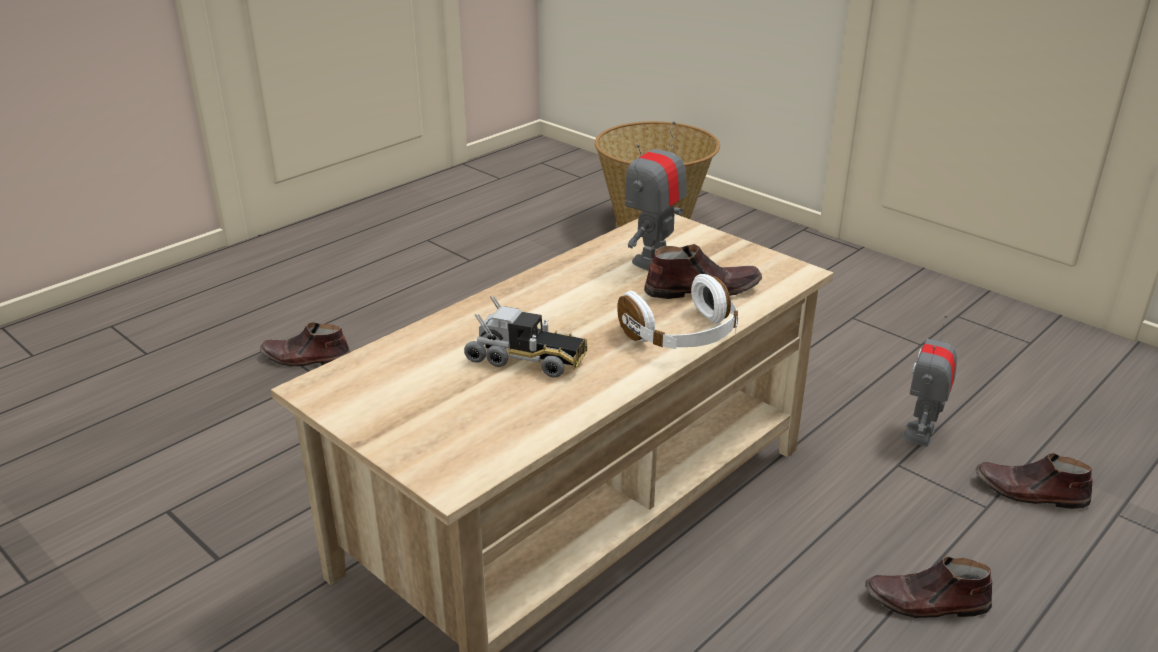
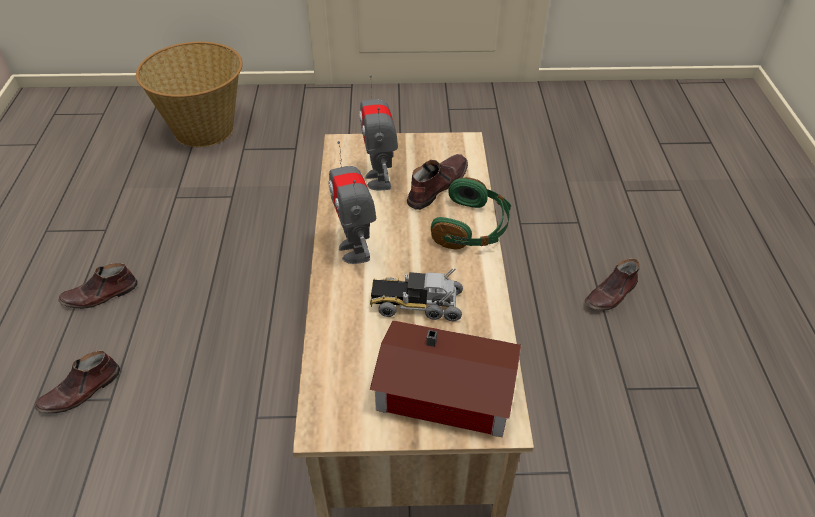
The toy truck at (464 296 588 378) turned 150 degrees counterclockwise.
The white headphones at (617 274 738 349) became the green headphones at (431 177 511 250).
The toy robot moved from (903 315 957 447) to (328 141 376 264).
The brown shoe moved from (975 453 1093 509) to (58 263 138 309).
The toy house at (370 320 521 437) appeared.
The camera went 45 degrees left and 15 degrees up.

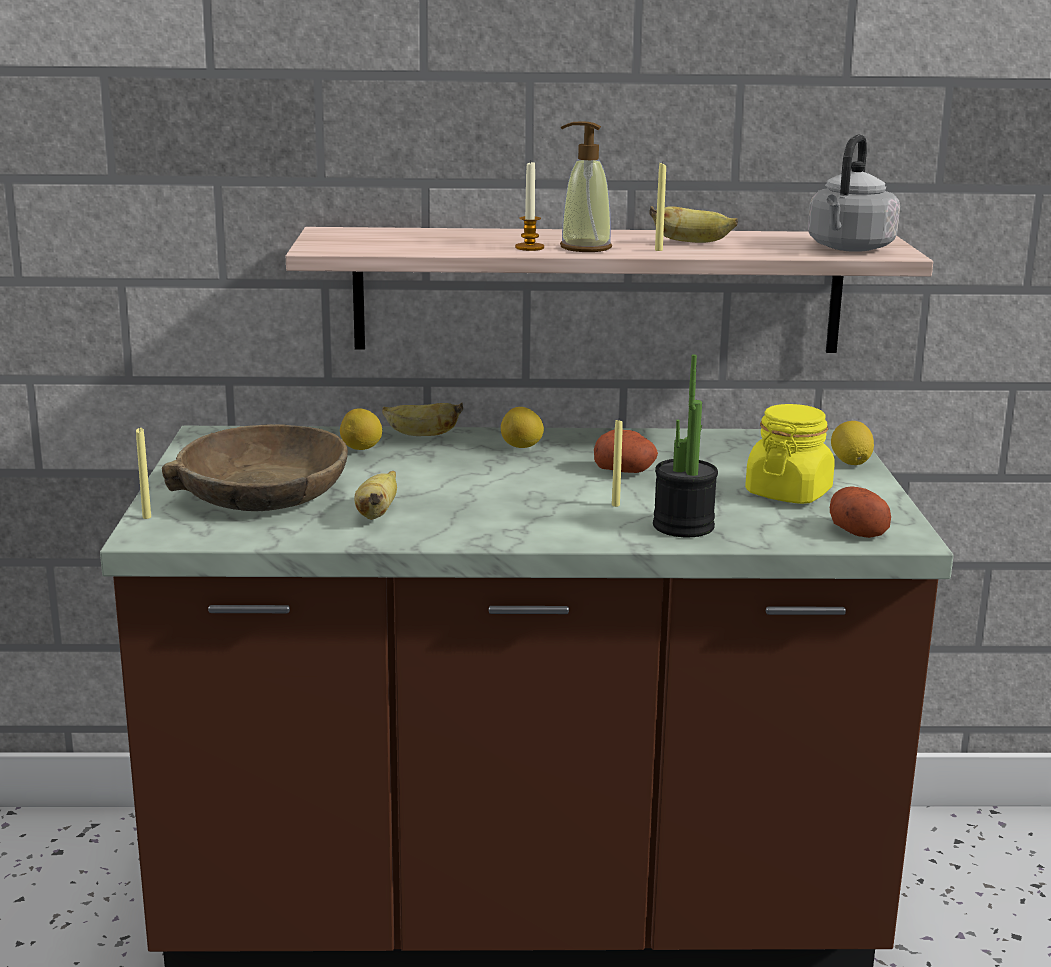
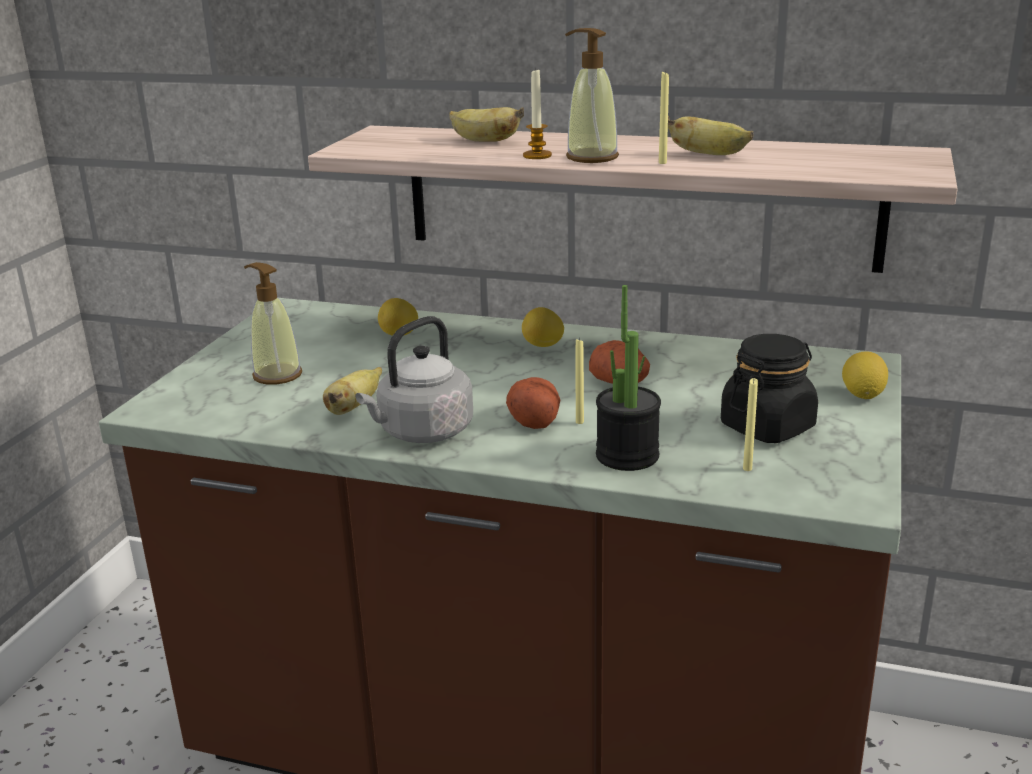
The yellow candle moved from (136 427 151 519) to (743 378 758 471).
The brown bowl at (162 424 348 511) was replaced by the soap dispenser at (244 262 302 385).
The banana moved from (382 403 463 436) to (449 107 524 142).
The yellow jar at (745 404 835 504) became the black jar at (721 334 818 443).
The grey kettle moved from (808 135 900 252) to (355 316 473 443).
The potato moved from (830 486 891 538) to (506 377 560 429).
The camera went 20 degrees right and 5 degrees up.

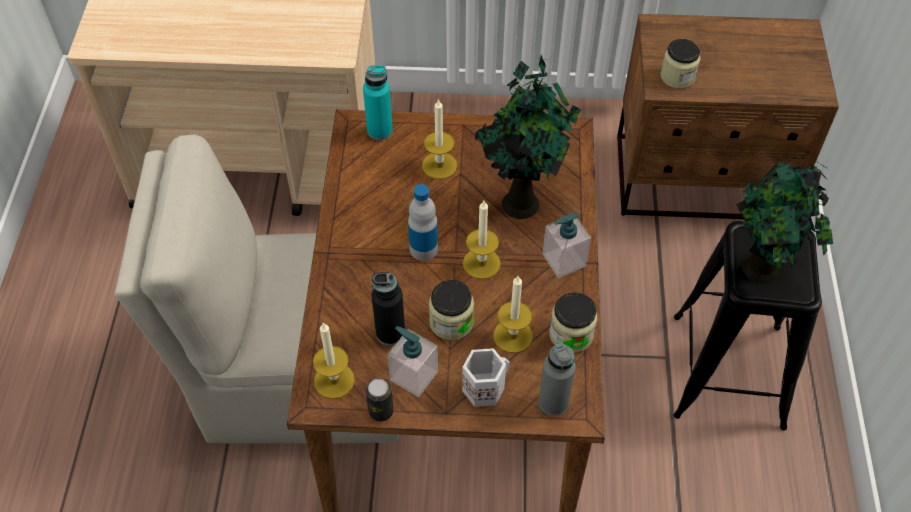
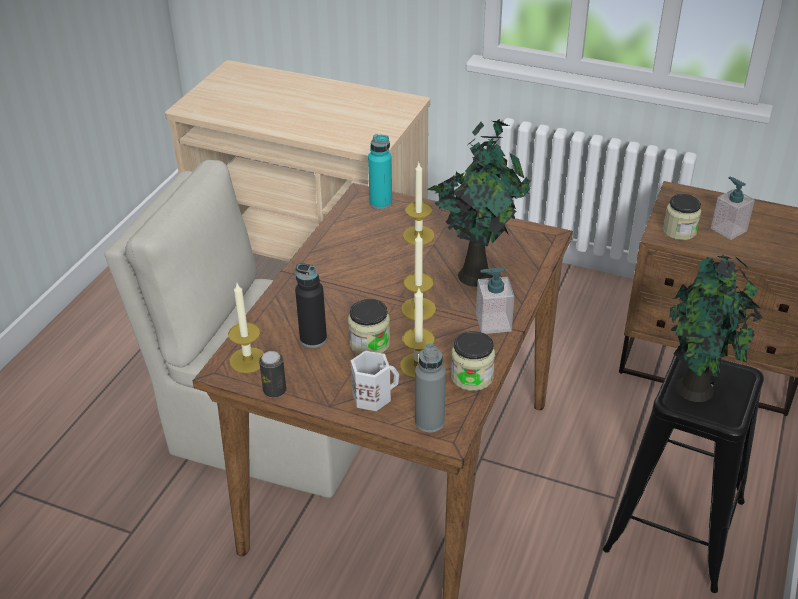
The soap dispenser moved from (387 326 438 397) to (711 177 755 240).
The bottle at (408 184 438 261) disappeared.
The camera went 20 degrees right and 15 degrees down.

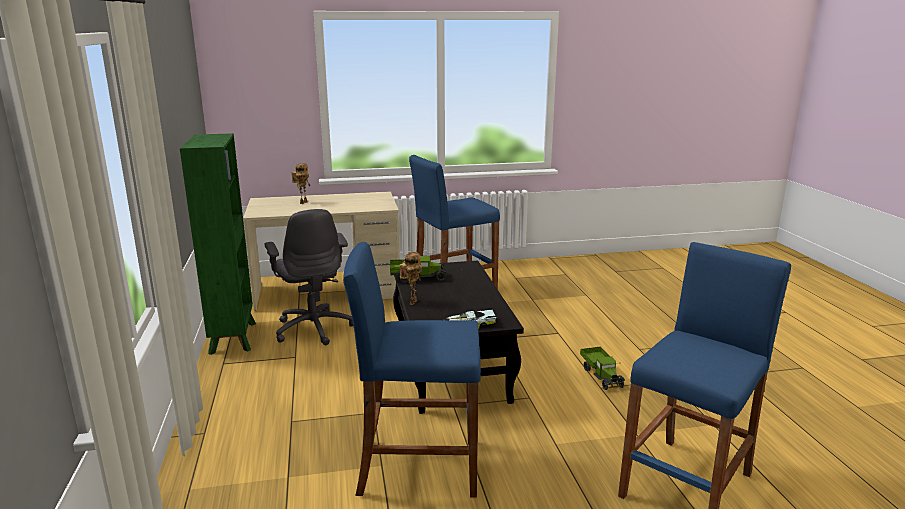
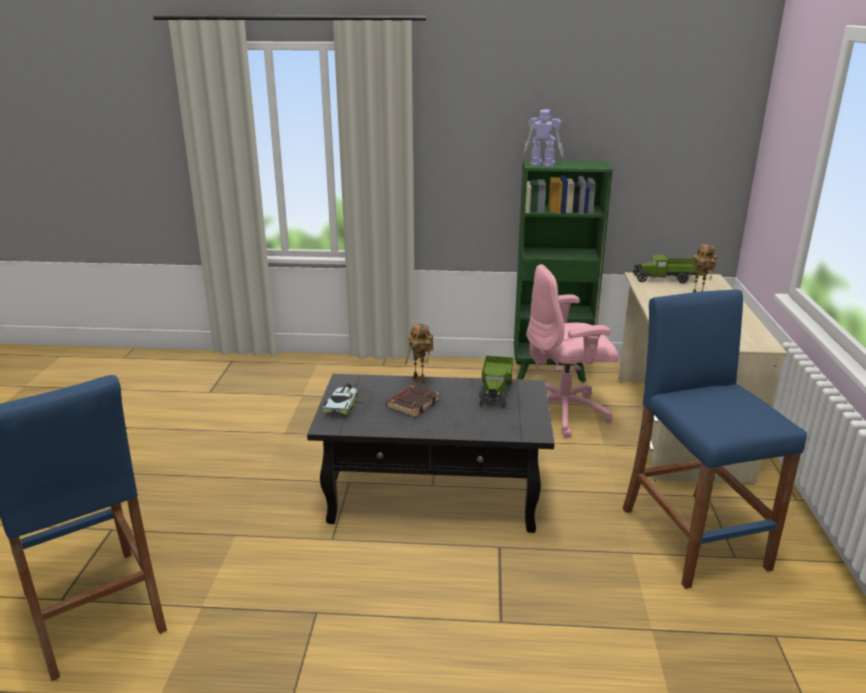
The grey office chair at (264 209 353 345) became the pink office chair at (526 264 619 438).
The blue stool at (343 242 481 497) disappeared.
The toy truck moved from (580 346 625 390) to (632 255 697 283).
The brown book at (386 385 440 417) appeared.
The toy robot at (523 109 564 167) appeared.
The camera went 105 degrees right and 5 degrees up.

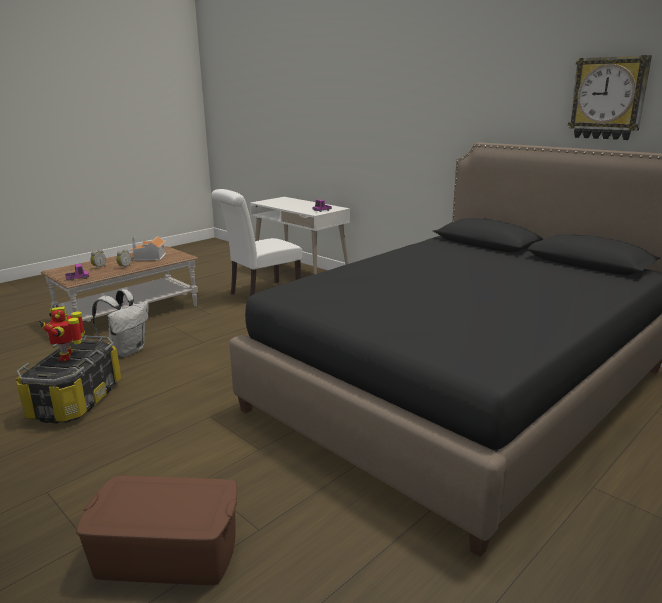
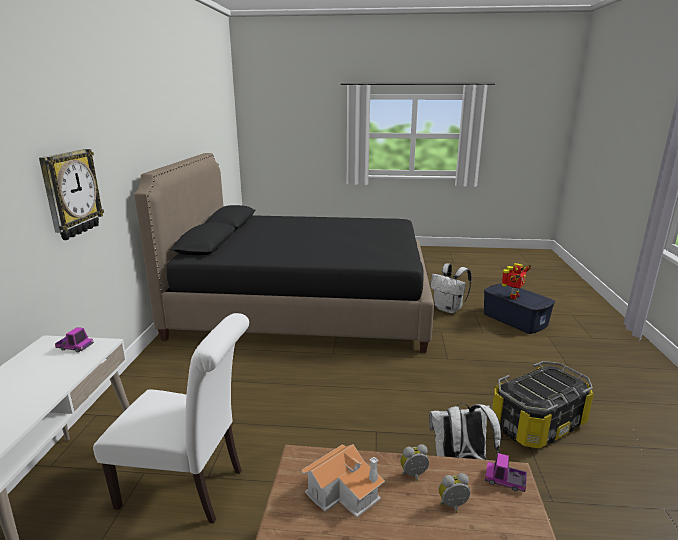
The toy robot moved from (39 305 85 361) to (501 263 531 300).
The brown storage box at (76 476 237 585) became the blue storage box at (484 283 555 334).
The wall clock moved from (568 55 652 140) to (39 149 104 240).
The white backpack at (430 263 472 313) appeared.
The camera went 130 degrees left and 0 degrees up.

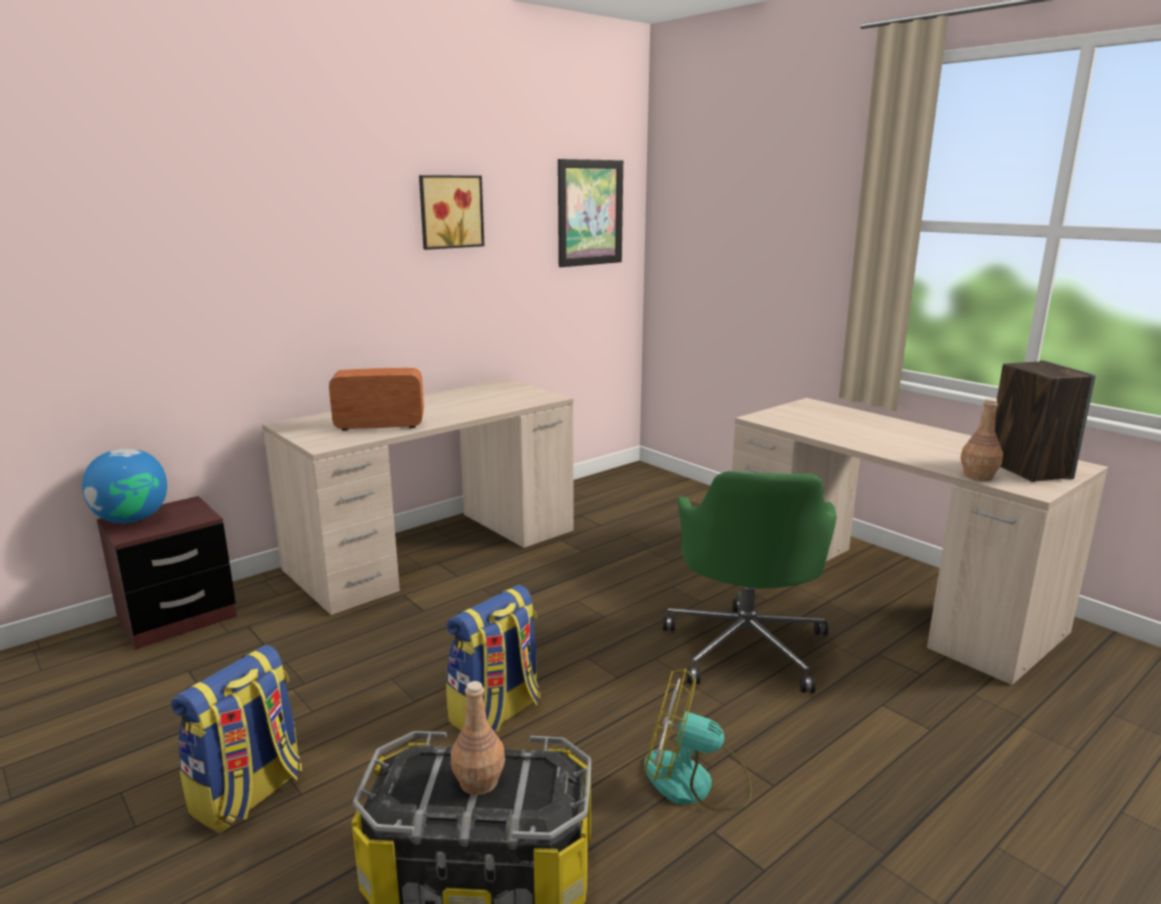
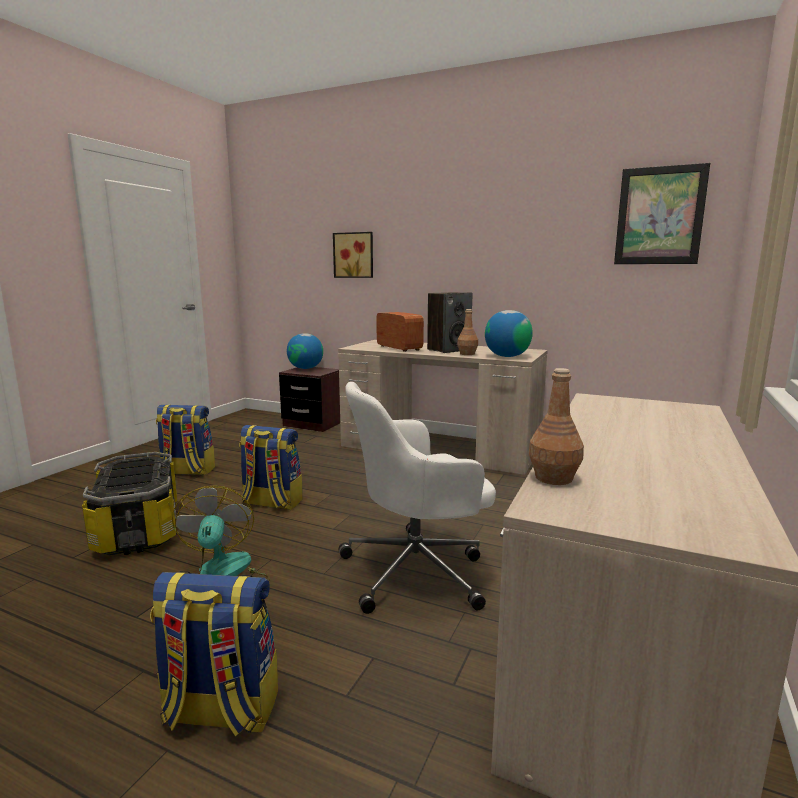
The picture moved from (419 175 484 250) to (333 232 373 278).
The brown bottle moved from (451 681 505 795) to (457 309 478 355).
The green office chair at (663 471 837 693) became the white office chair at (338 382 496 614).
The speaker moved from (995 361 1096 482) to (427 292 472 353).
The backpack at (150 571 278 736) appeared.
The globe at (485 310 533 357) appeared.
The camera went 65 degrees right and 5 degrees down.

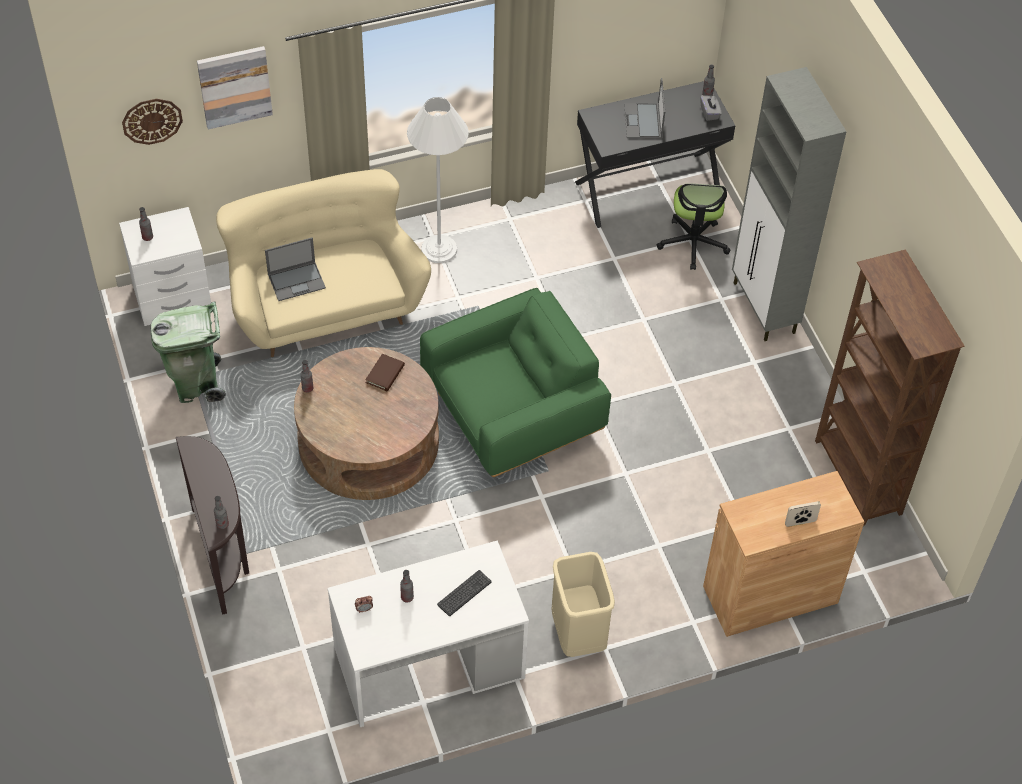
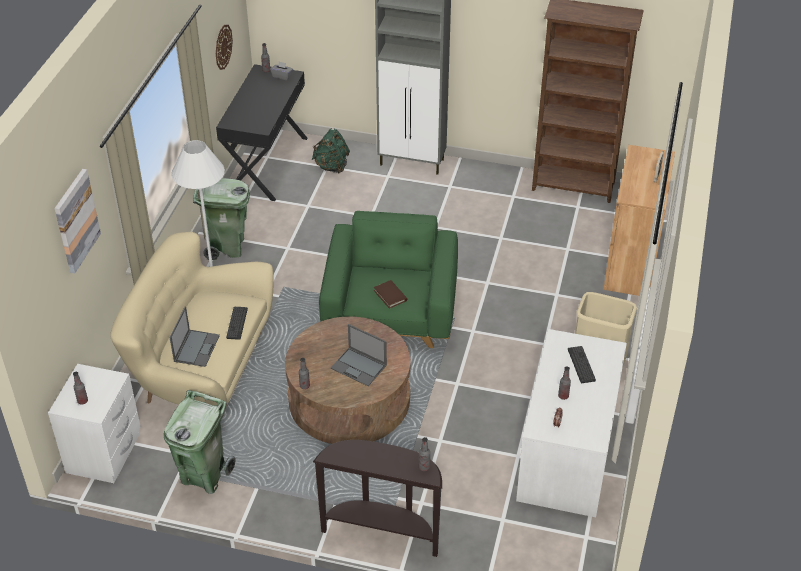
The wall clock moved from (122 99 183 145) to (216 25 233 70).
The brown book moved from (365 354 405 391) to (374 280 407 309).
The laptop moved from (624 78 665 138) to (331 324 387 386).
The office chair at (657 183 731 270) was replaced by the green backpack at (312 128 350 174).
The green trash can at (193 178 250 260) appeared.
The keyboard at (226 307 248 340) appeared.
The camera went 55 degrees left and 10 degrees down.

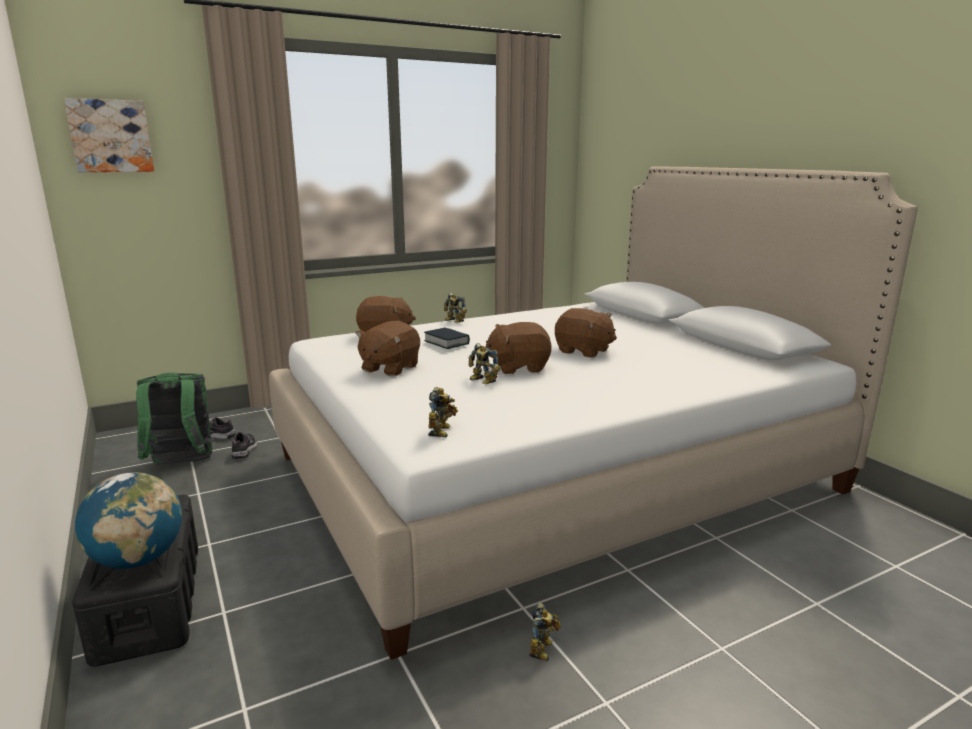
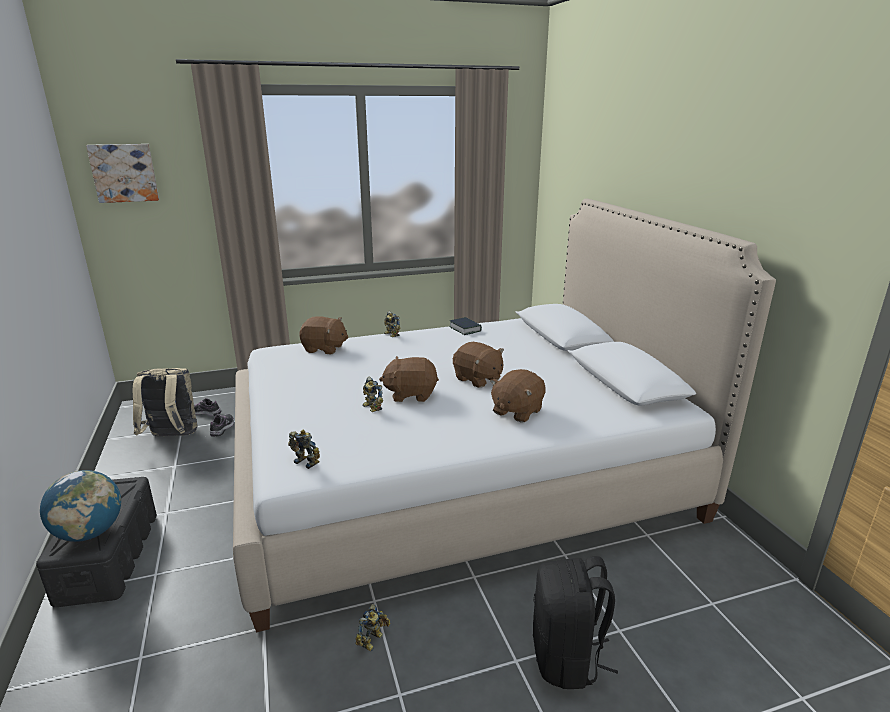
The green backpack at (136 373 215 464) became the beige backpack at (133 368 197 436).
The brown plush toy moved from (355 321 420 376) to (490 369 546 422).
The book moved from (424 328 470 349) to (449 317 482 335).
The toy robot at (428 387 458 437) turned 75 degrees counterclockwise.
The black backpack at (533 556 618 689) appeared.
The camera went 10 degrees right and 5 degrees up.

